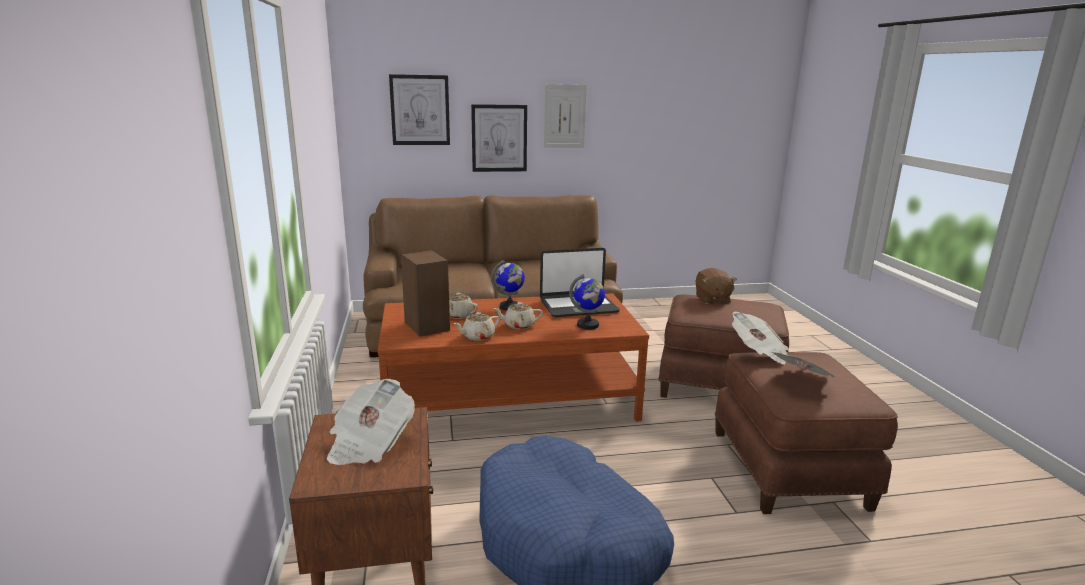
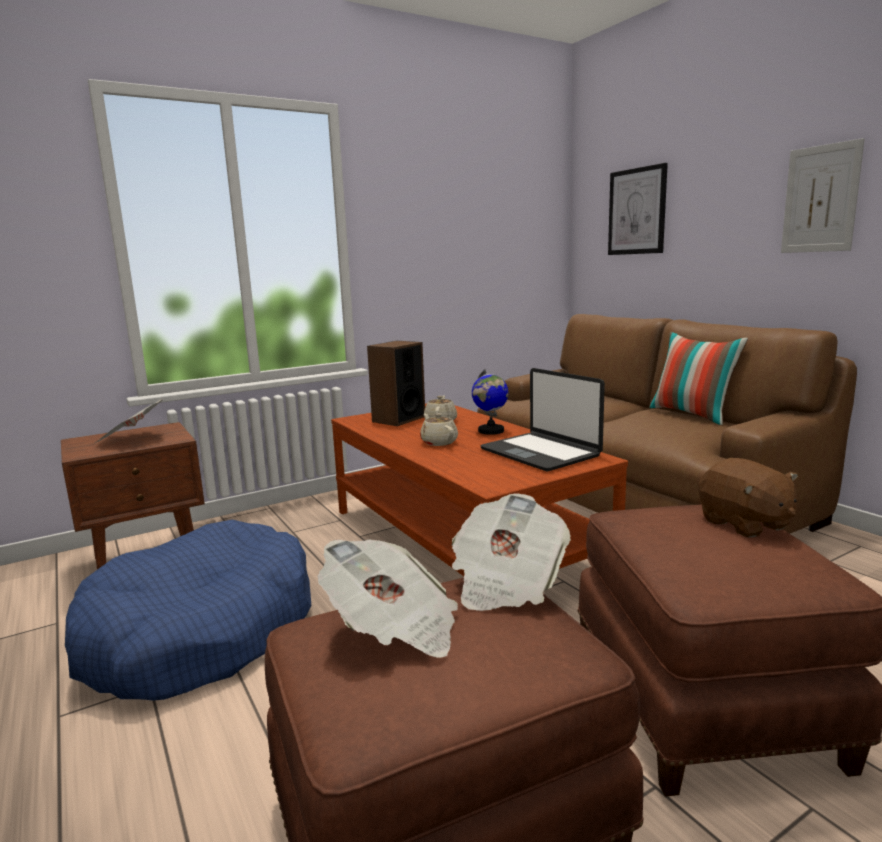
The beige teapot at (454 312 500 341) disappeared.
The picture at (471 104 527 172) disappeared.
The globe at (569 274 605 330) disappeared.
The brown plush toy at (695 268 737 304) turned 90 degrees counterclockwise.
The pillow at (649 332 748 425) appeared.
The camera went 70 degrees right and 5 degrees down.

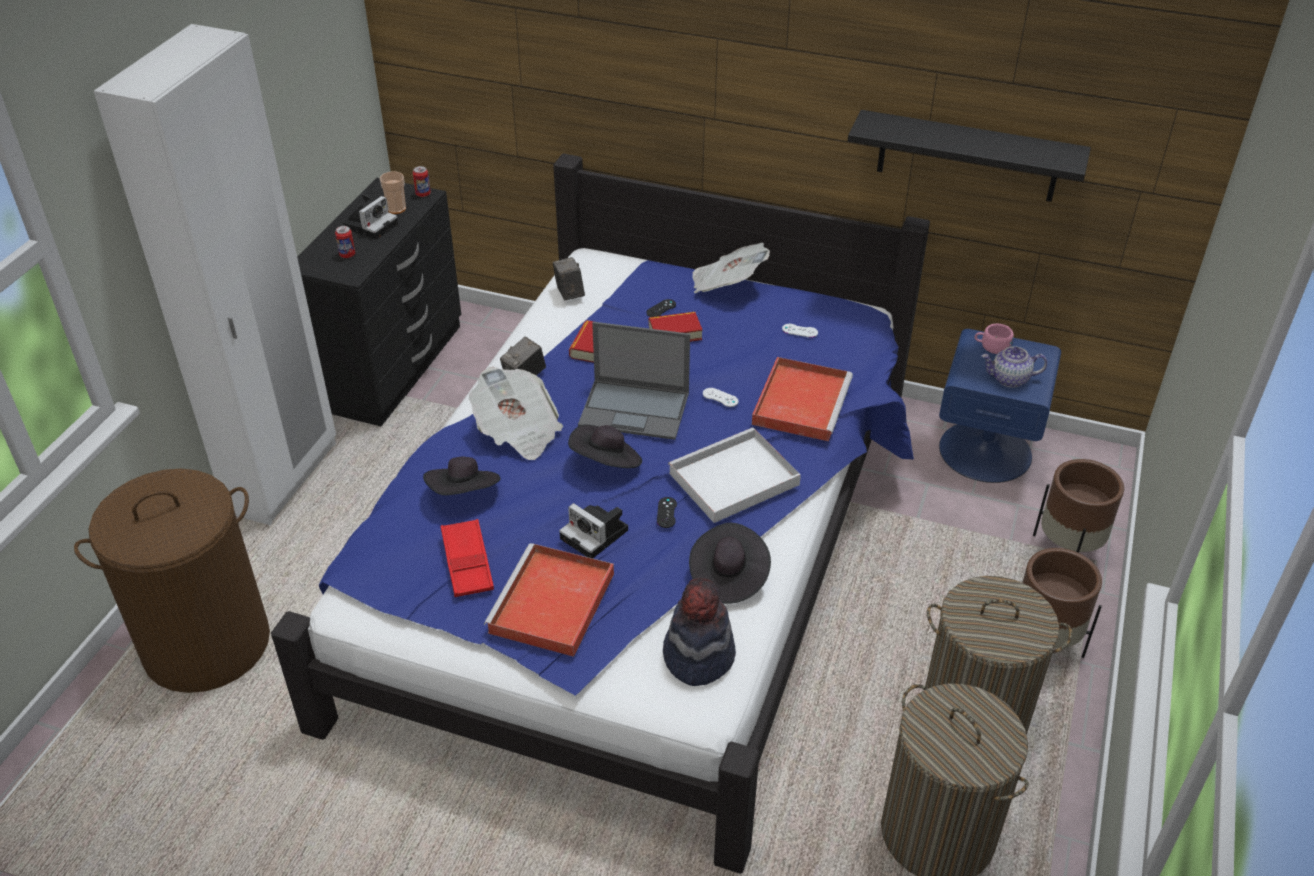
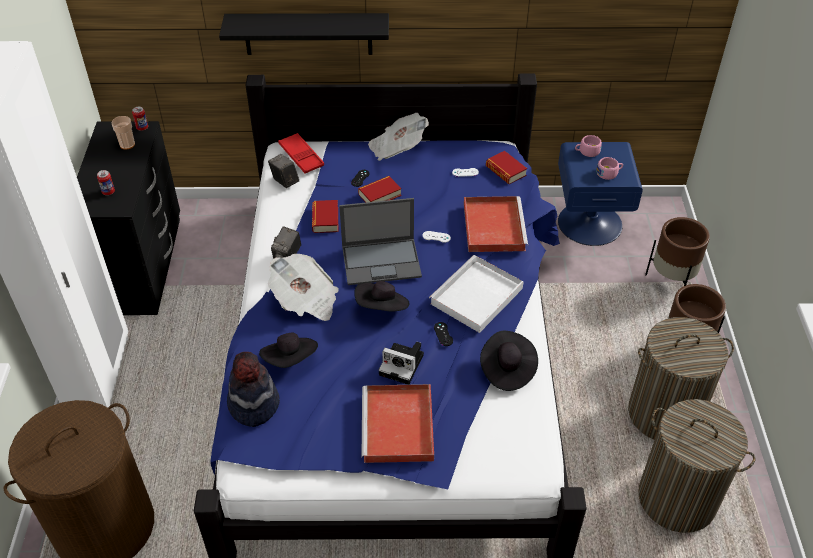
The photo camera at (343 192 398 240) disappeared.
The red tray moved from (441 519 494 597) to (278 133 324 174).
The hat moved from (663 578 736 686) to (227 352 280 427).
The black shelf moved from (848 110 1091 202) to (219 13 389 55).
The teapot at (981 346 1047 388) was replaced by the pink cup at (596 157 623 180).
The book at (486 151 527 184) appeared.
The camera went 20 degrees left and 5 degrees up.

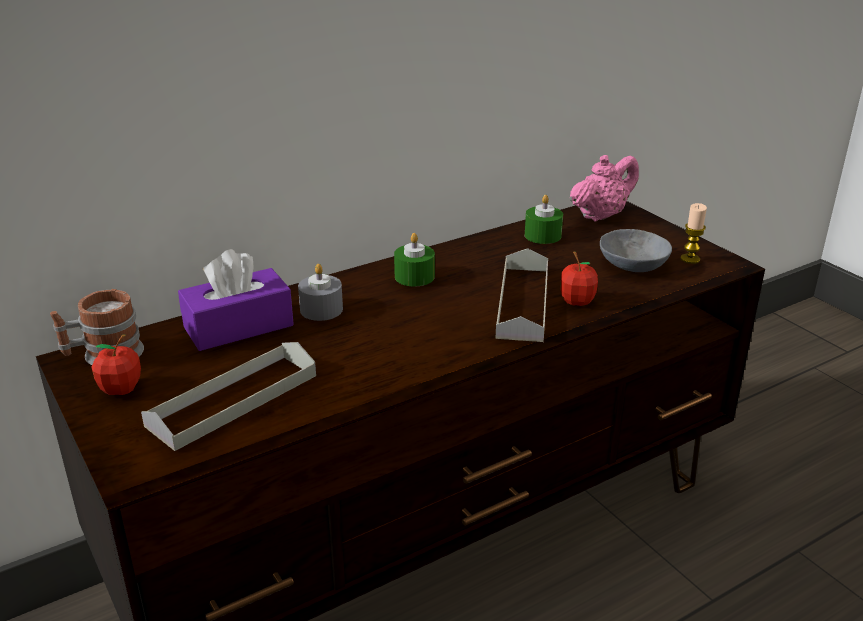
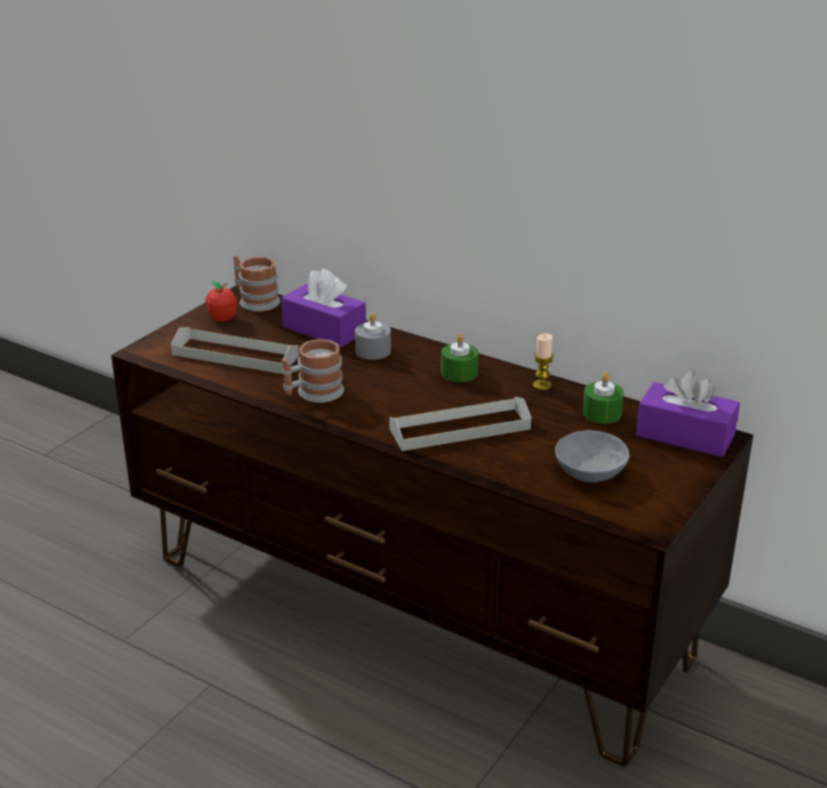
The apple at (560 252 598 306) disappeared.
The pink teapot at (569 155 639 222) was replaced by the purple tissue box at (636 370 740 457).
The candle moved from (680 203 707 264) to (533 334 554 390).
The mug at (282 339 344 403) appeared.
The camera went 65 degrees right and 0 degrees up.

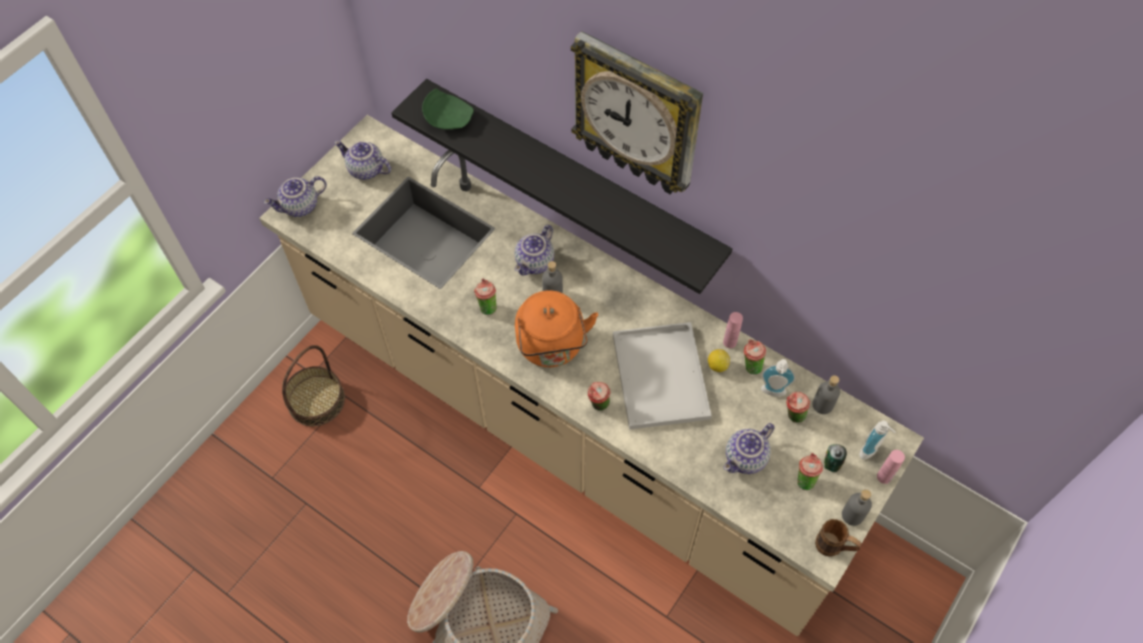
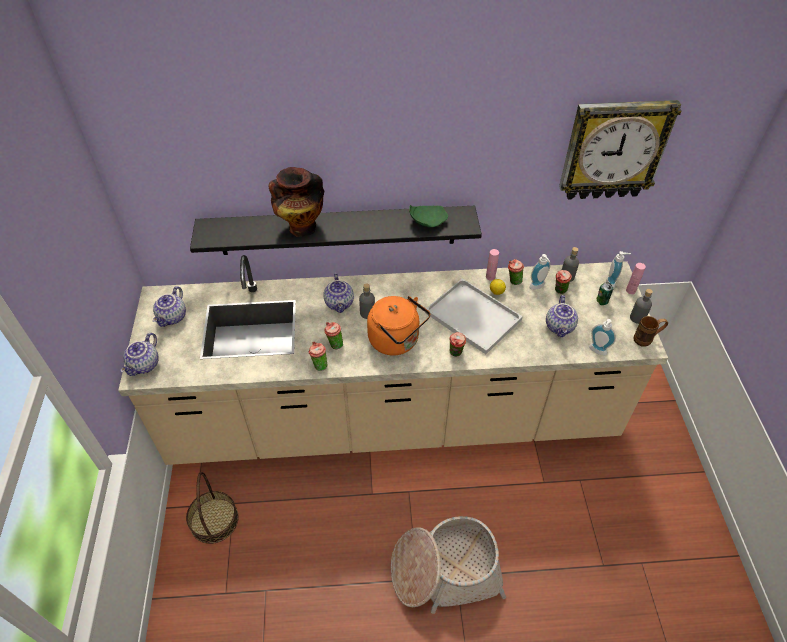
The teapot at (334 140 391 180) turned 60 degrees counterclockwise.
The green plate moved from (422 88 474 129) to (409 205 448 227).
The wall clock moved from (571 31 703 194) to (559 100 682 200).
The cup moved from (797 453 823 491) to (309 342 327 371).
The vase at (269 167 324 237) appeared.
The soap dispenser at (589 319 616 355) appeared.
The camera went 40 degrees left and 10 degrees down.

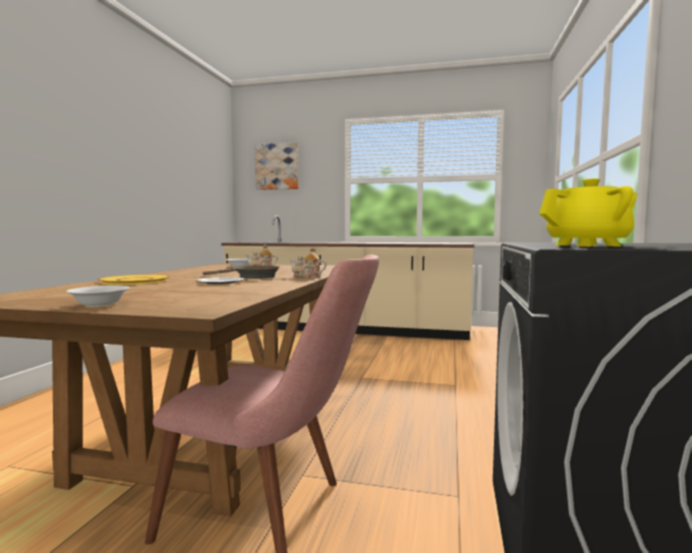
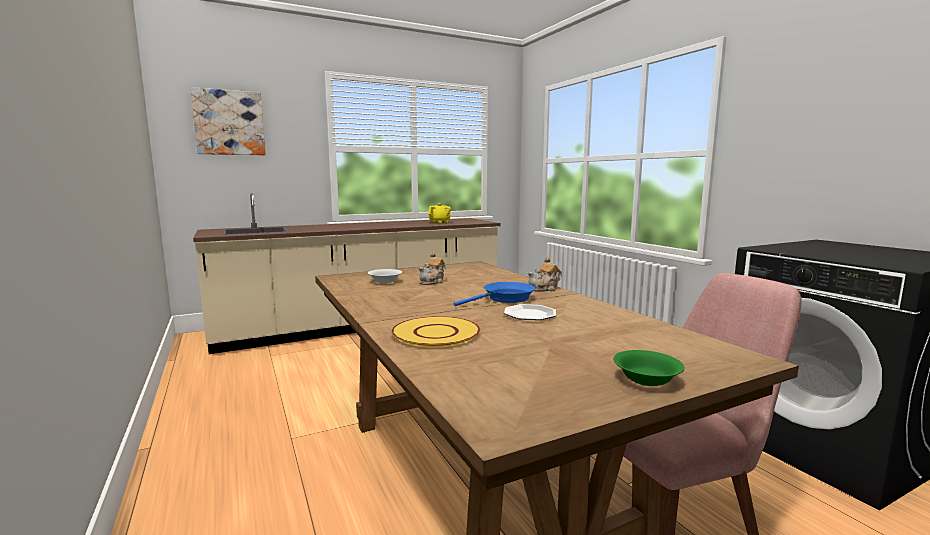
The white bowl at (66 285 130 307) became the green bowl at (613 350 685 386).
The brown frying pan at (203 266 280 279) became the blue frying pan at (454 282 535 306).
The yellow teapot moved from (539 179 638 247) to (428 203 451 223).
The camera went 40 degrees left and 5 degrees up.

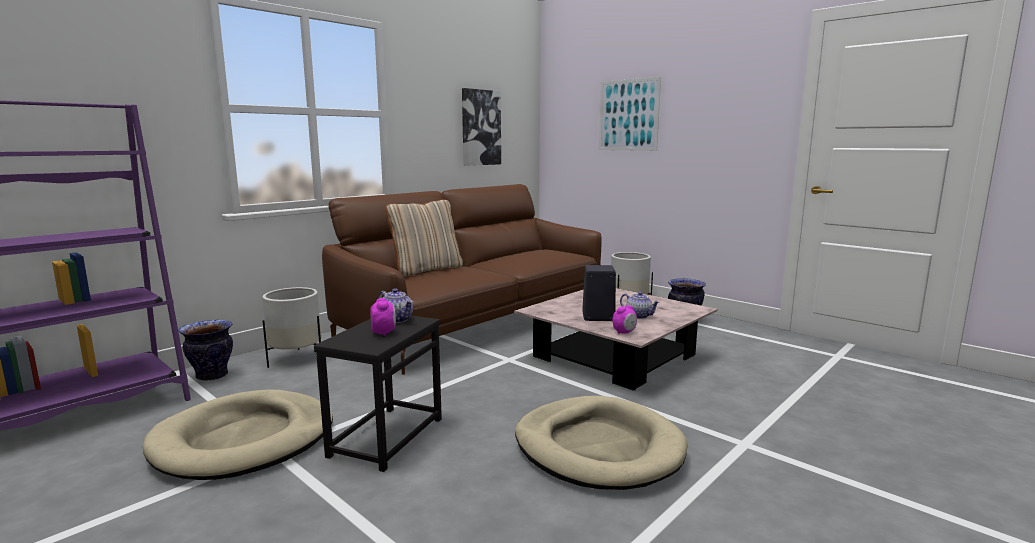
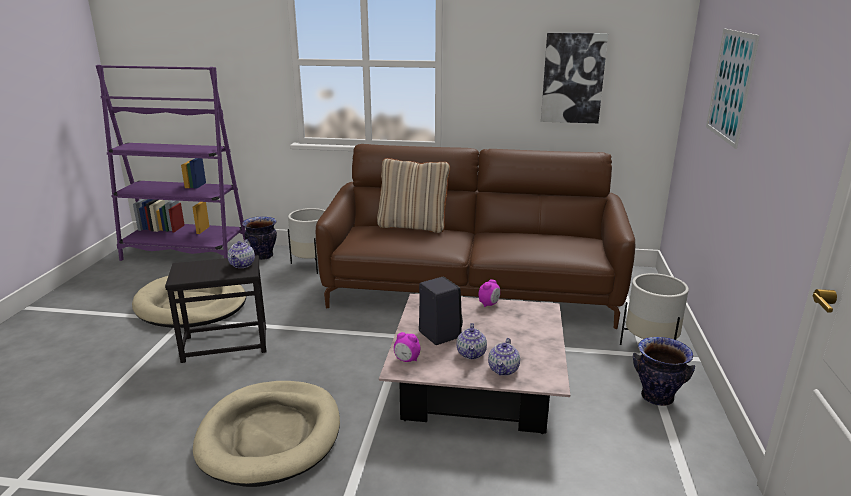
The alarm clock moved from (370 298 396 336) to (478 279 500 307).
The teapot at (488 338 520 376) appeared.
The camera went 55 degrees right and 10 degrees up.

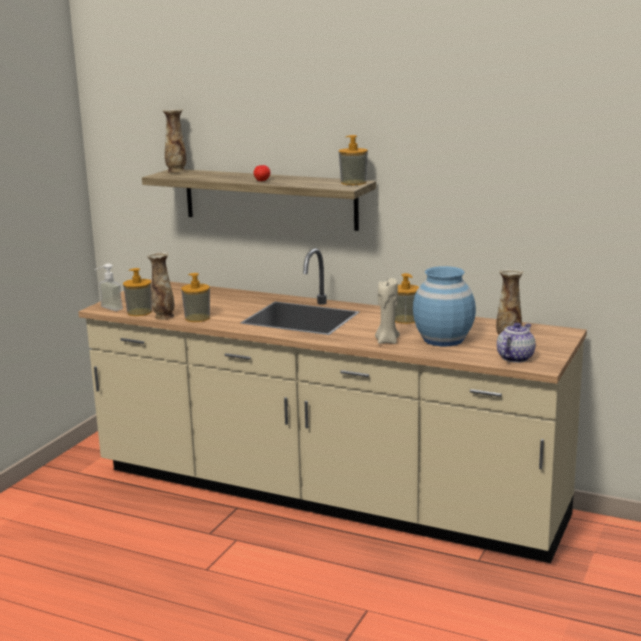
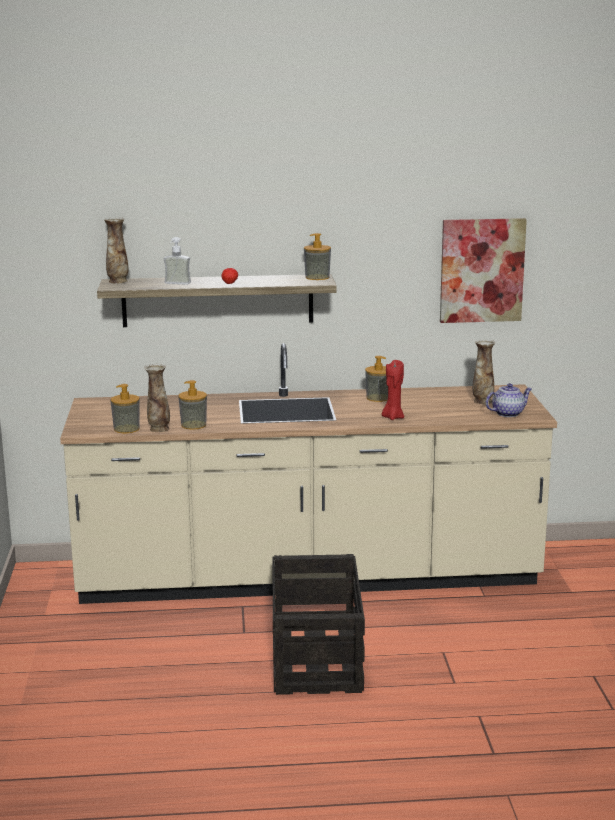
The soap dispenser moved from (94 264 123 311) to (164 237 191 285).
The beige candle at (375 278 400 344) became the red candle at (382 360 404 420).
The blue vase at (413 266 476 346) disappeared.
The teapot at (497 323 536 363) turned 60 degrees clockwise.
The crate at (273 554 365 695) appeared.
The picture at (440 218 527 323) appeared.
The camera went 30 degrees left and 0 degrees up.

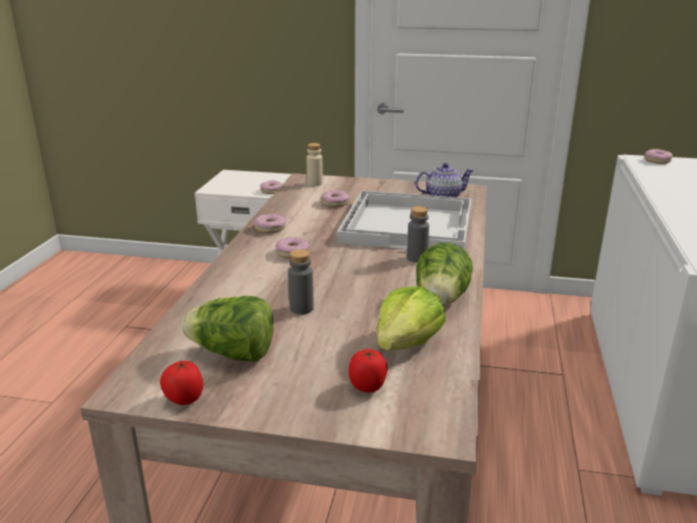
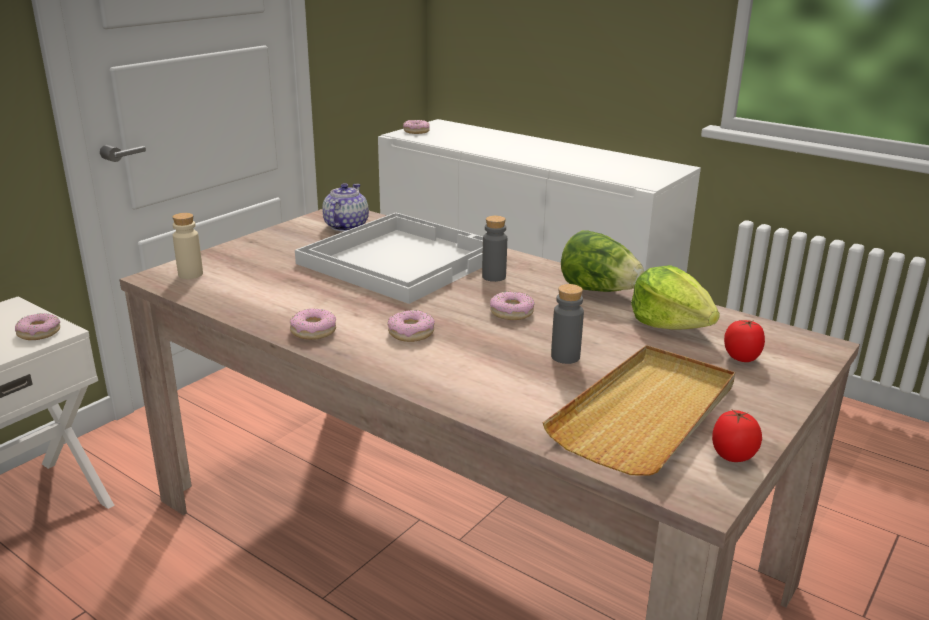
The lettuce at (182 296 273 362) was replaced by the beige tray at (543 345 735 476).
The donut moved from (321 190 350 207) to (490 292 535 320).
The camera went 65 degrees left and 0 degrees up.

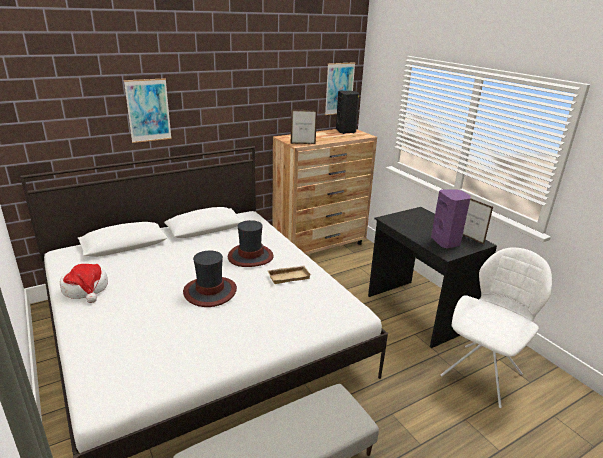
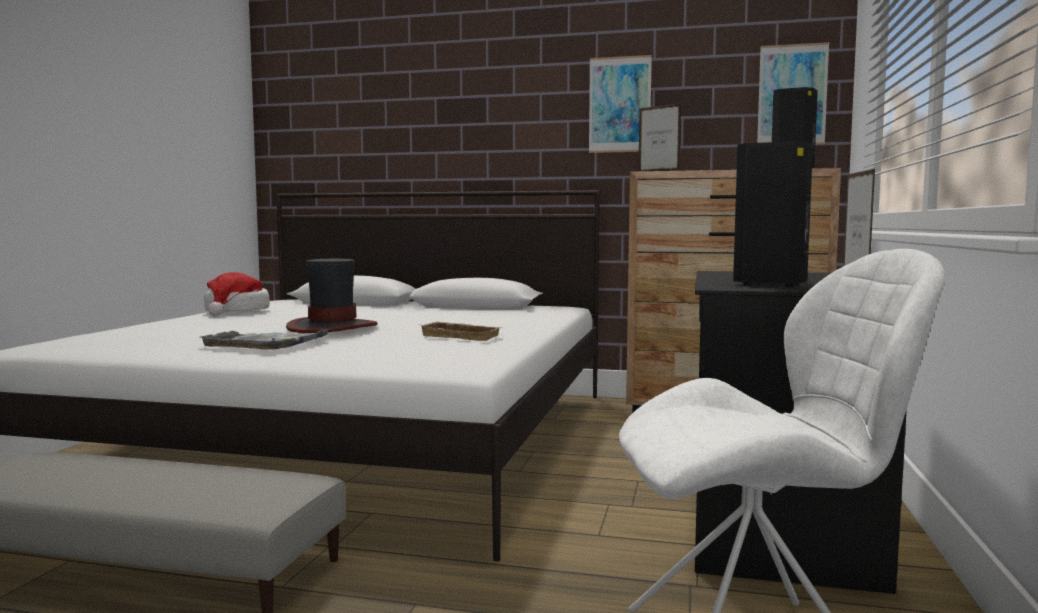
The picture moved from (124 78 172 143) to (589 55 652 153).
The hat at (228 220 274 267) disappeared.
The purple speaker at (431 189 471 249) became the black speaker at (733 141 813 287).
The grey tray at (200 329 332 350) appeared.
The camera went 45 degrees right and 20 degrees down.

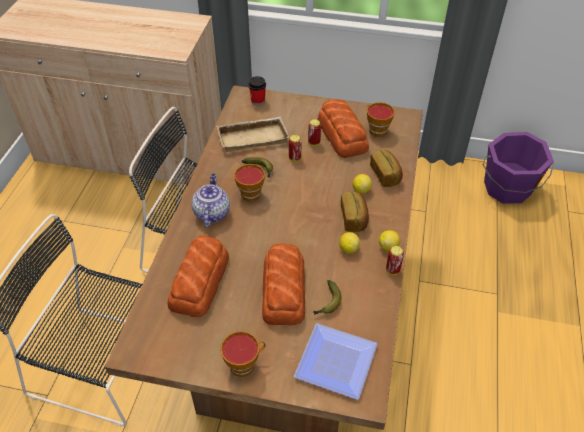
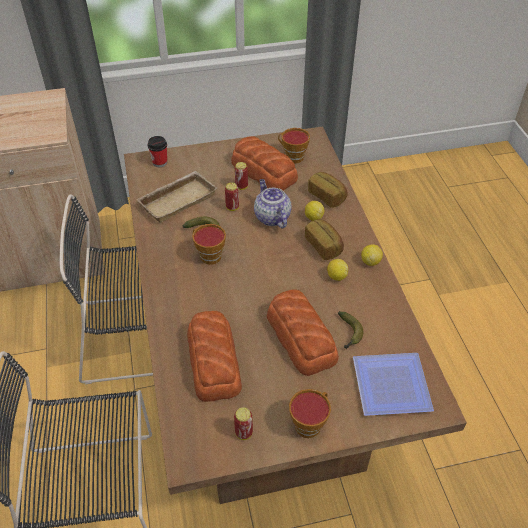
The teapot moved from (192 174 230 228) to (254 179 292 228).
The can moved from (386 246 404 275) to (234 407 253 440).
The purple bucket at (483 132 554 204) disappeared.
The camera went 25 degrees left and 0 degrees up.

